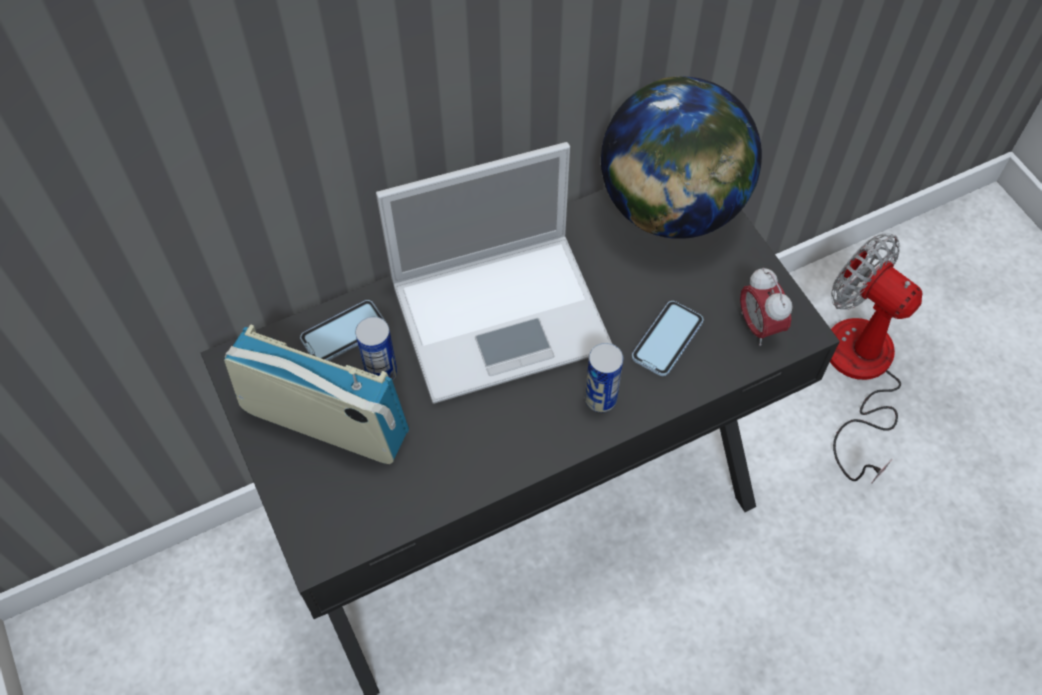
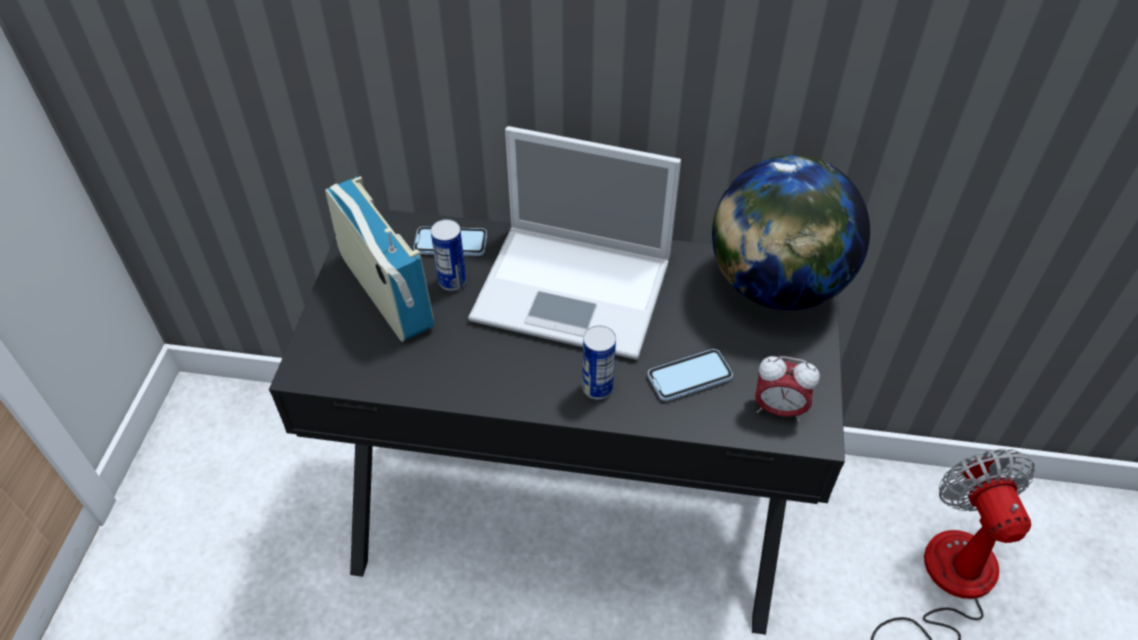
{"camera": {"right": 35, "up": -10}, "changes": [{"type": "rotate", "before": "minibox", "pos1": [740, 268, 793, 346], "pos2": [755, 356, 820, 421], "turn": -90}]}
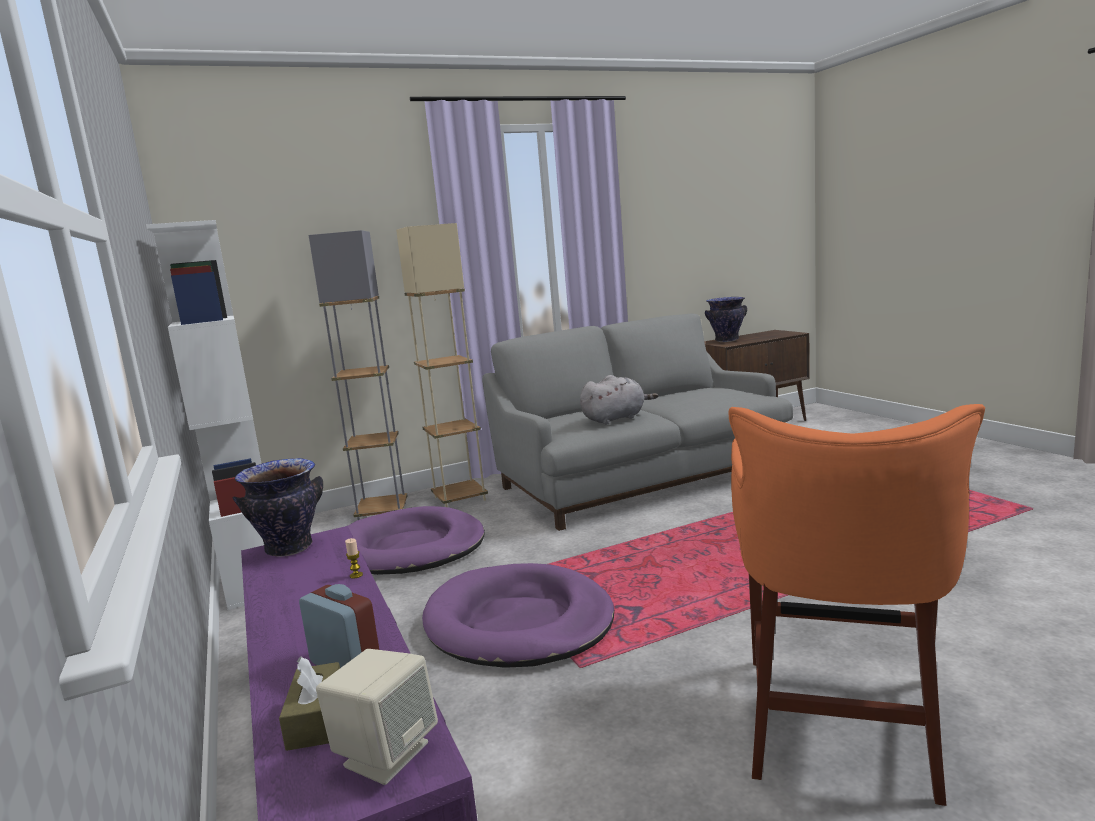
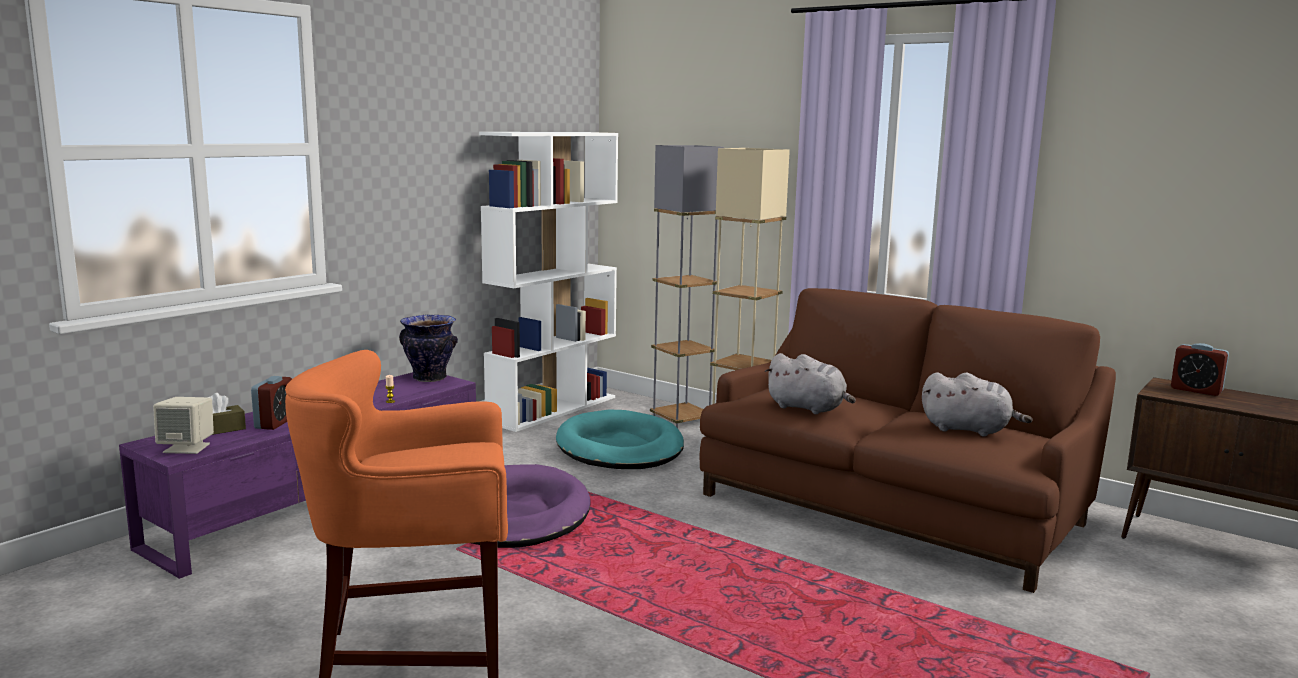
{"camera": {"right": 60, "up": 0}, "changes": [{"type": "insert", "after": "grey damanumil", "pos2": [922, 372, 1032, 437]}, {"type": "replace", "before": "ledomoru", "after": "minibox", "pos1": [705, 297, 747, 342], "pos2": [1171, 343, 1229, 396]}, {"type": "recolor", "before": "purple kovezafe", "after": "turquoise kovezafe", "pos1": [348, 506, 485, 575], "pos2": [556, 410, 684, 469]}, {"type": "recolor", "before": "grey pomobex", "after": "brown pomobex", "pos1": [482, 314, 793, 531], "pos2": [700, 288, 1116, 593]}]}
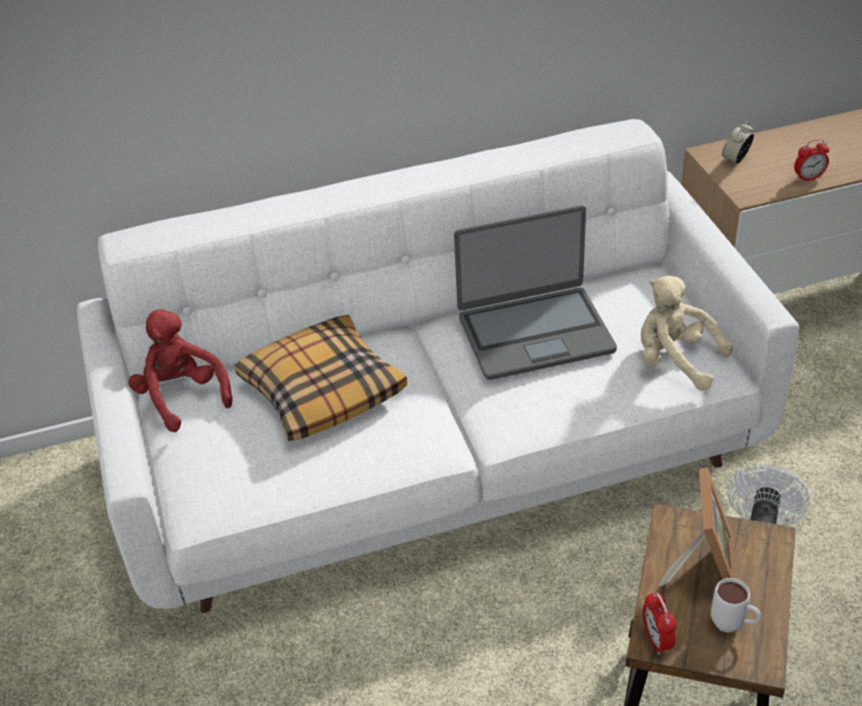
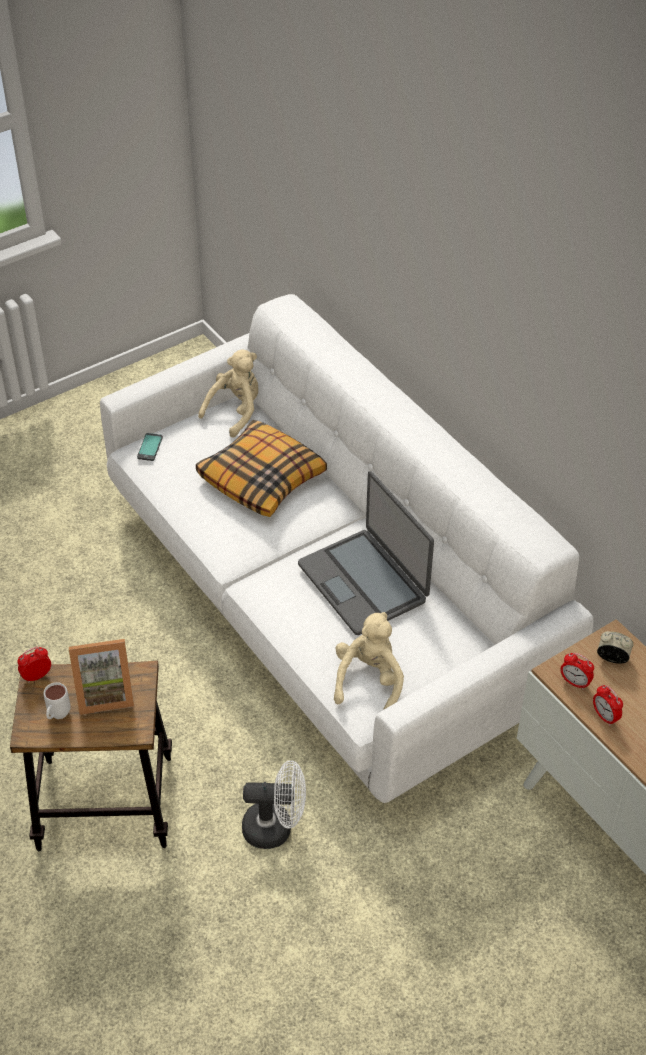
{"camera": {"right": 70, "up": 5}, "changes": [{"type": "insert", "after": "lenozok", "pos2": [137, 433, 163, 461]}, {"type": "insert", "after": "minibox", "pos2": [560, 653, 594, 690]}, {"type": "recolor", "before": "red damanumil", "after": "beige damanumil", "pos1": [129, 310, 232, 432], "pos2": [198, 349, 258, 438]}]}
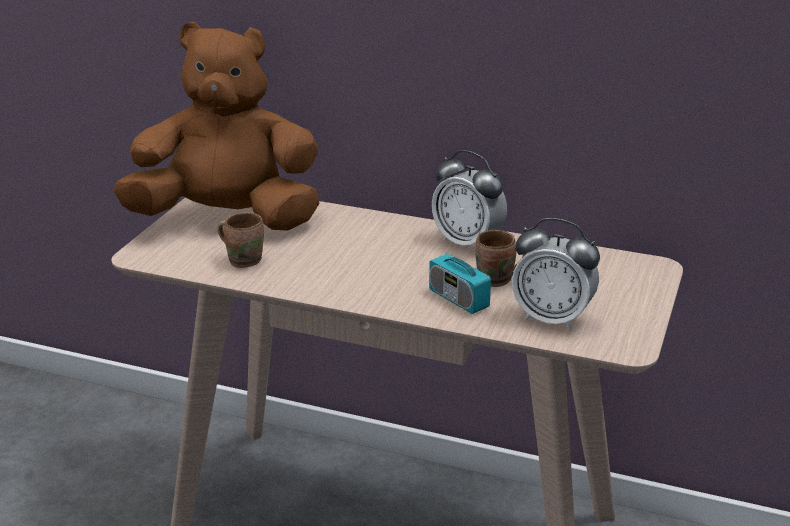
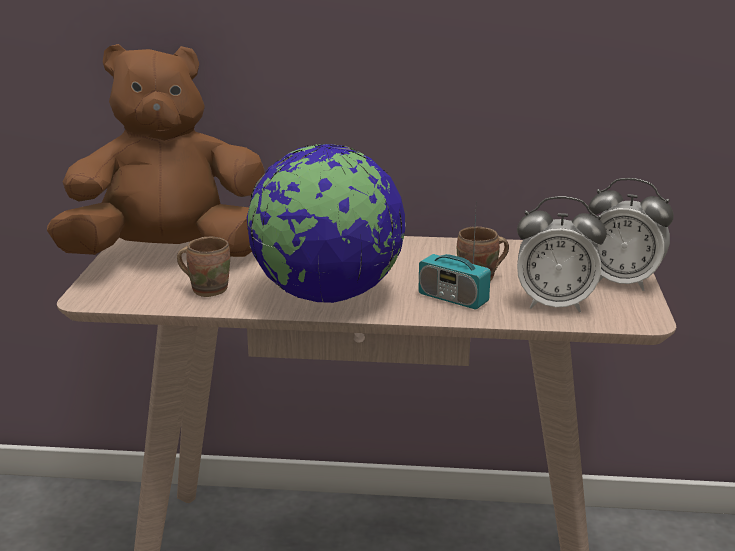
{"camera": {"right": -15, "up": -5}, "changes": [{"type": "insert", "after": "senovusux", "pos2": [246, 144, 405, 303]}, {"type": "move", "before": "minibox", "pos1": [432, 150, 507, 249], "pos2": [589, 178, 674, 291]}]}
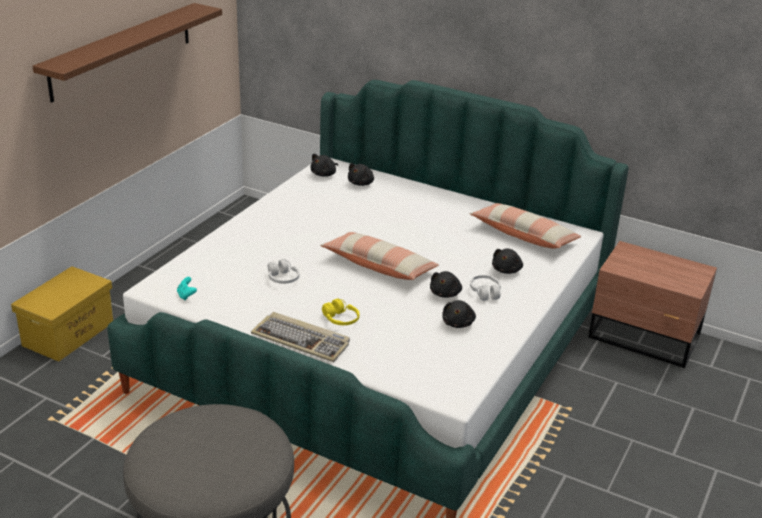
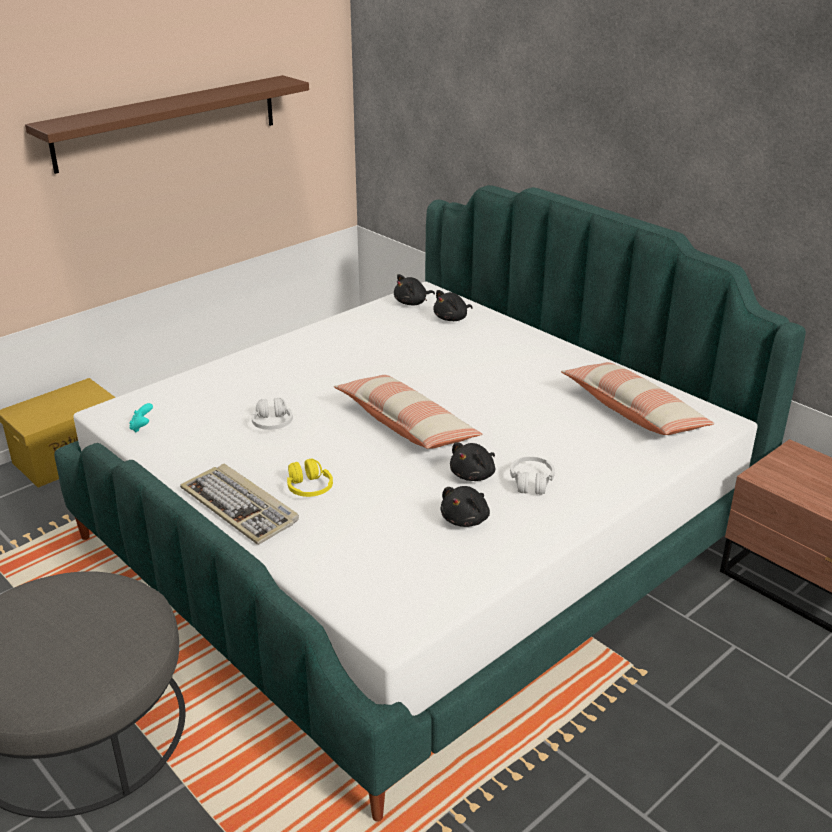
{"camera": {"right": 20, "up": 0}, "changes": [{"type": "delete", "before": "black damanumil", "pos1": [492, 249, 523, 274]}]}
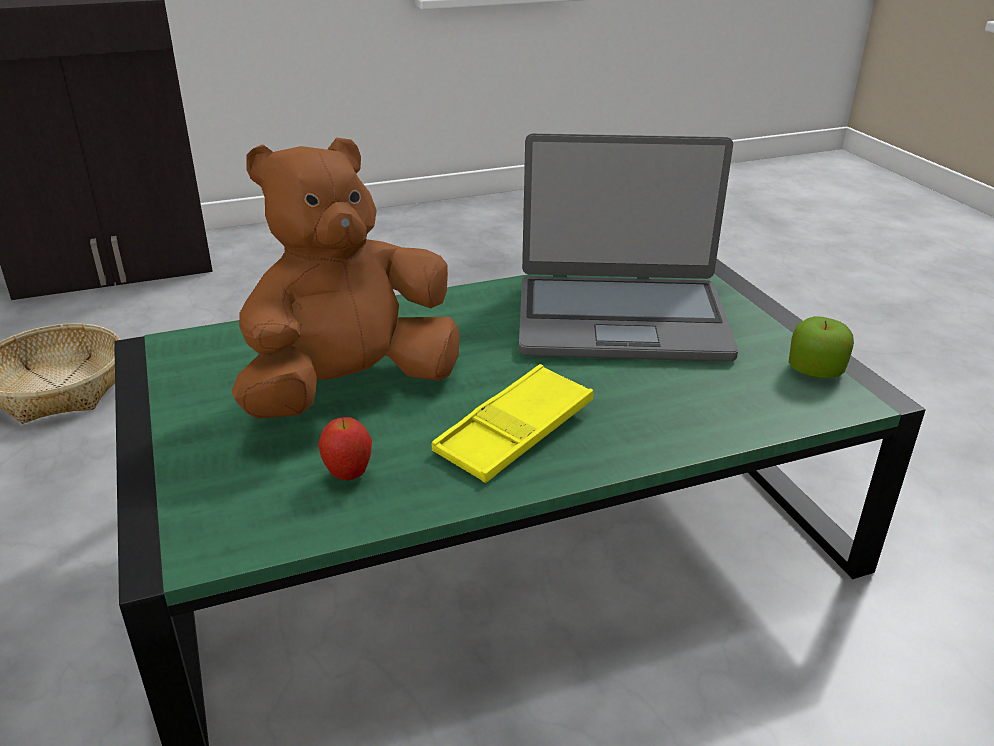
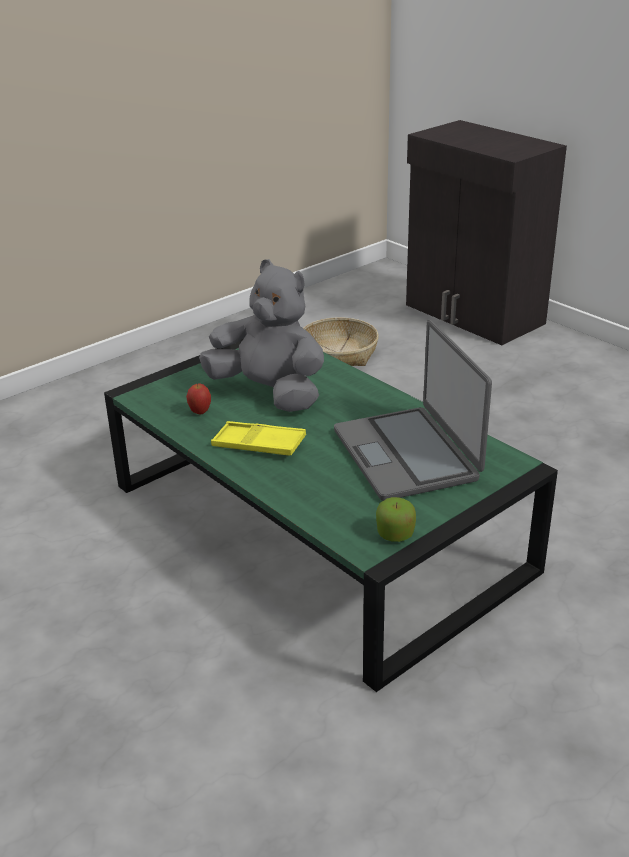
{"camera": {"right": 70, "up": 0}, "changes": [{"type": "recolor", "before": "brown damanumil", "after": "grey damanumil", "pos1": [231, 138, 460, 419], "pos2": [199, 259, 324, 412]}]}
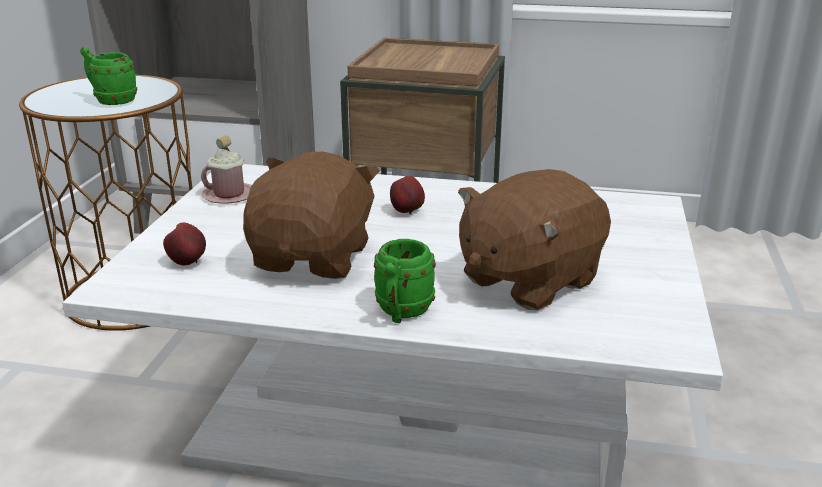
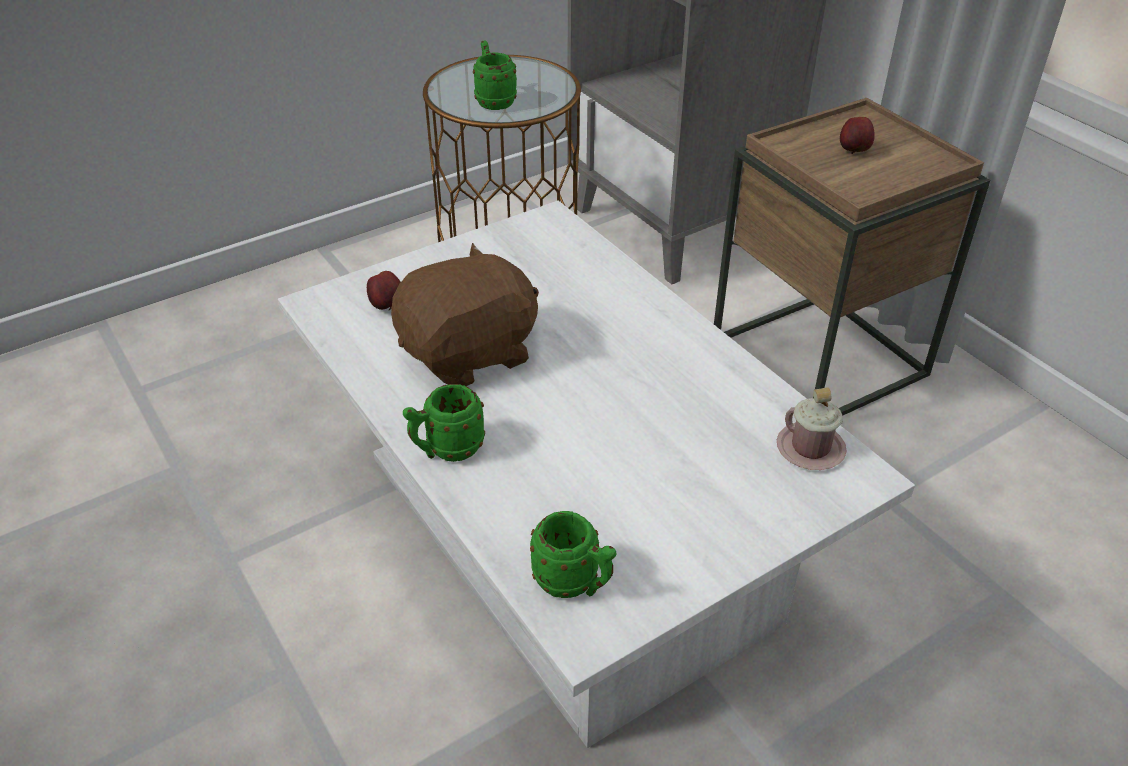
{"camera": {"right": 45, "up": 15}, "changes": [{"type": "delete", "before": "brown damanumil", "pos1": [458, 169, 611, 310]}, {"type": "insert", "after": "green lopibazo", "pos2": [530, 511, 616, 598]}, {"type": "move", "before": "pink lopibazo", "pos1": [201, 135, 252, 204], "pos2": [777, 387, 847, 470]}, {"type": "move", "before": "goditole", "pos1": [390, 176, 425, 214], "pos2": [840, 117, 875, 154]}]}
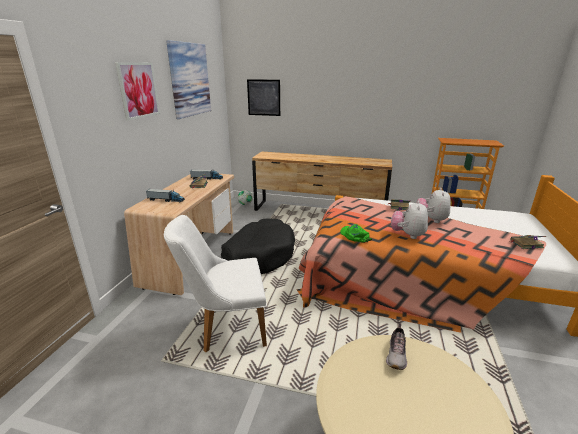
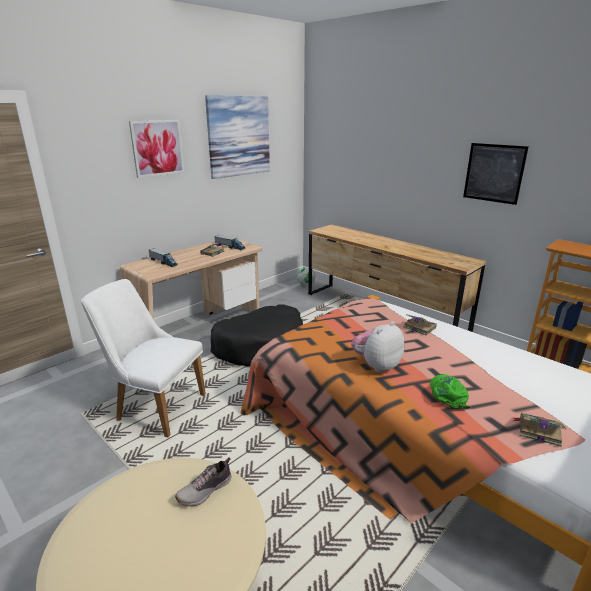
{"camera": {"right": 30, "up": 0}, "changes": [{"type": "delete", "before": "damanumil", "pos1": [416, 188, 451, 223]}, {"type": "move", "before": "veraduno", "pos1": [247, 79, 280, 116], "pos2": [463, 143, 529, 205]}, {"type": "move", "before": "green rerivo", "pos1": [340, 224, 372, 243], "pos2": [430, 374, 470, 410]}]}
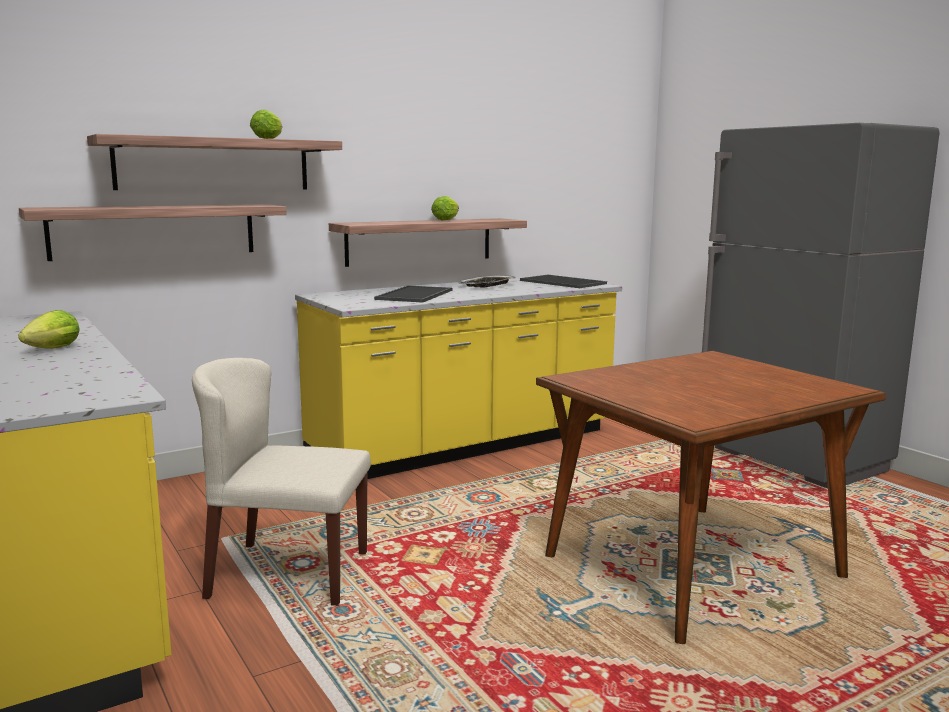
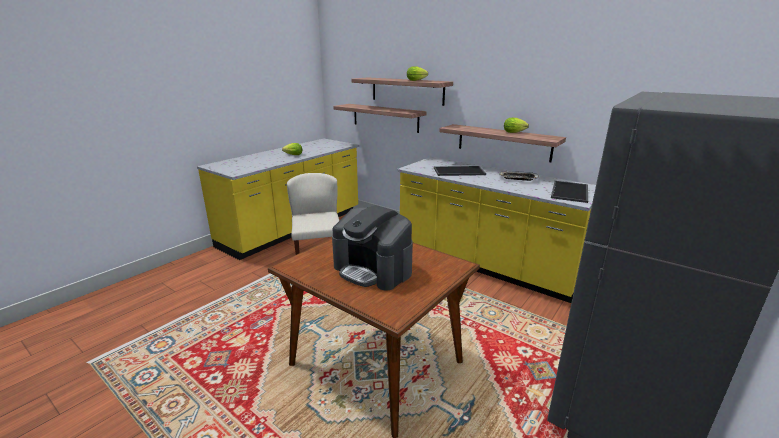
{"camera": {"right": 70, "up": 10}, "changes": [{"type": "insert", "after": "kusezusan", "pos2": [332, 205, 413, 291]}]}
